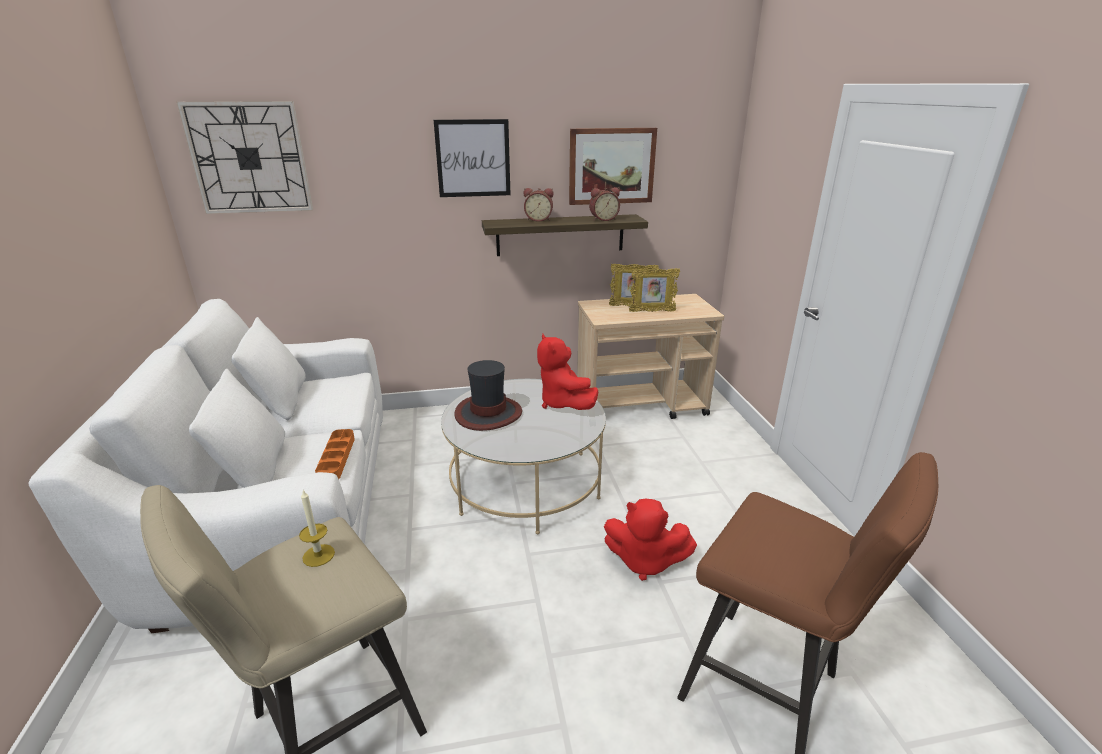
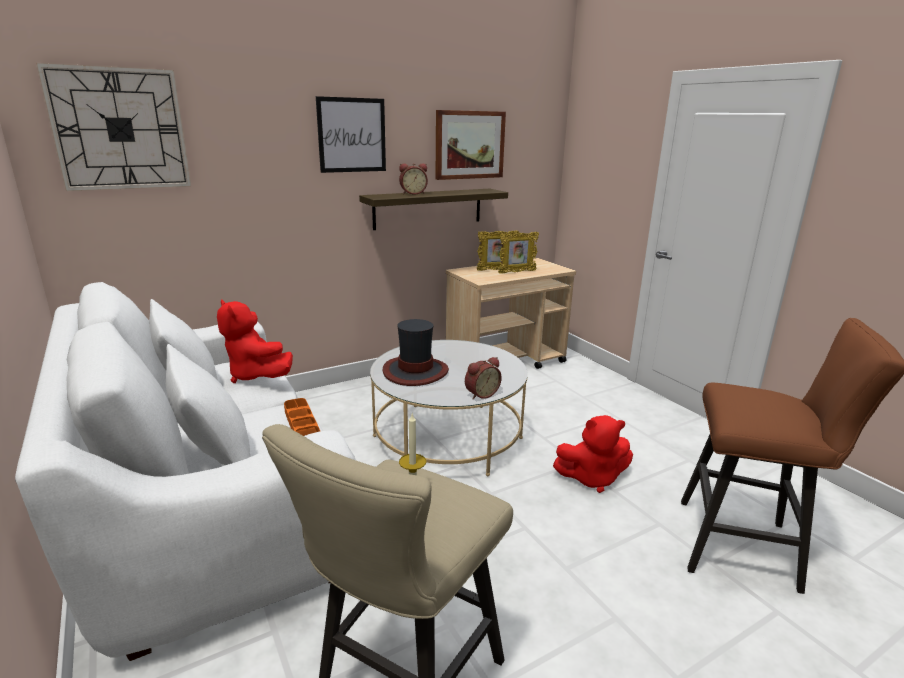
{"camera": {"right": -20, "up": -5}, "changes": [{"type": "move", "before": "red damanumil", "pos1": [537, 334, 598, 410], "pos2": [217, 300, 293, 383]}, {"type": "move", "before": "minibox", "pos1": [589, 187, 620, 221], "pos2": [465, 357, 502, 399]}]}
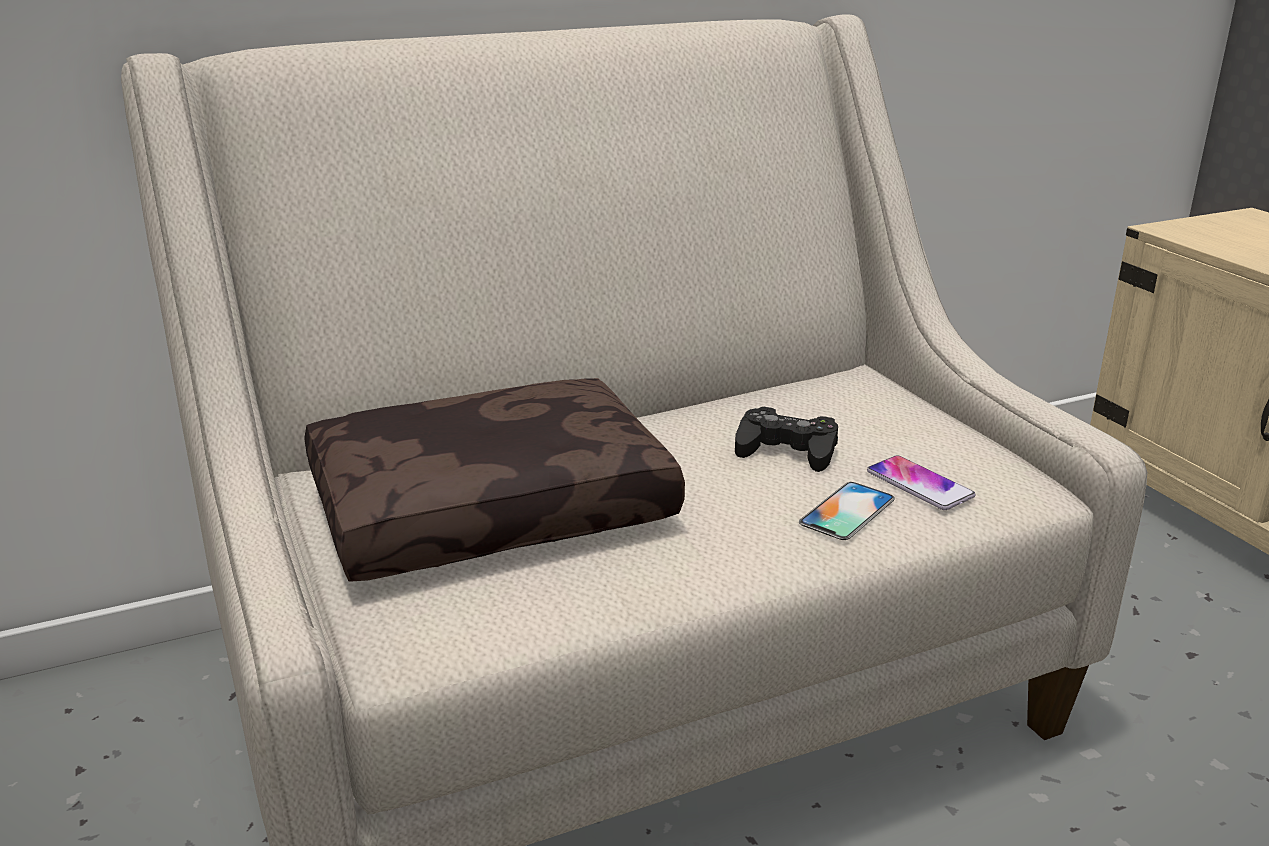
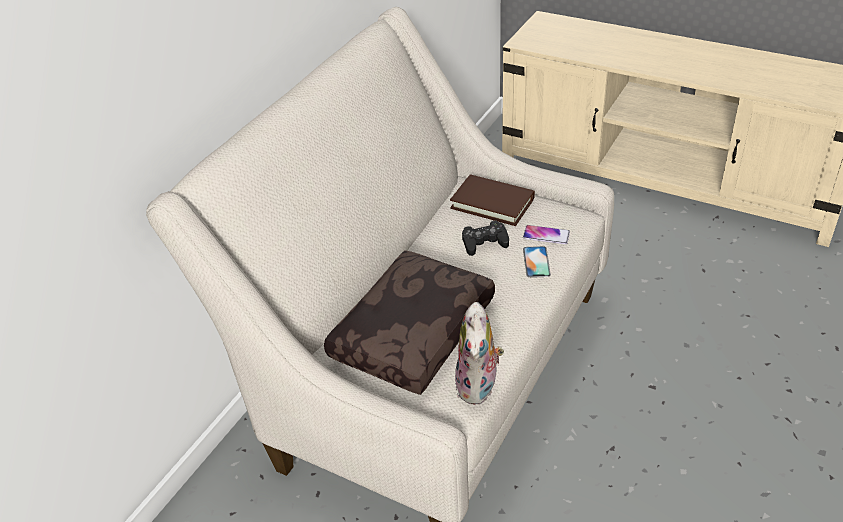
{"camera": {"right": -35, "up": 15}, "changes": [{"type": "insert", "after": "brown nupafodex", "pos2": [450, 175, 535, 226]}, {"type": "insert", "after": "damanumil", "pos2": [455, 302, 504, 404]}]}
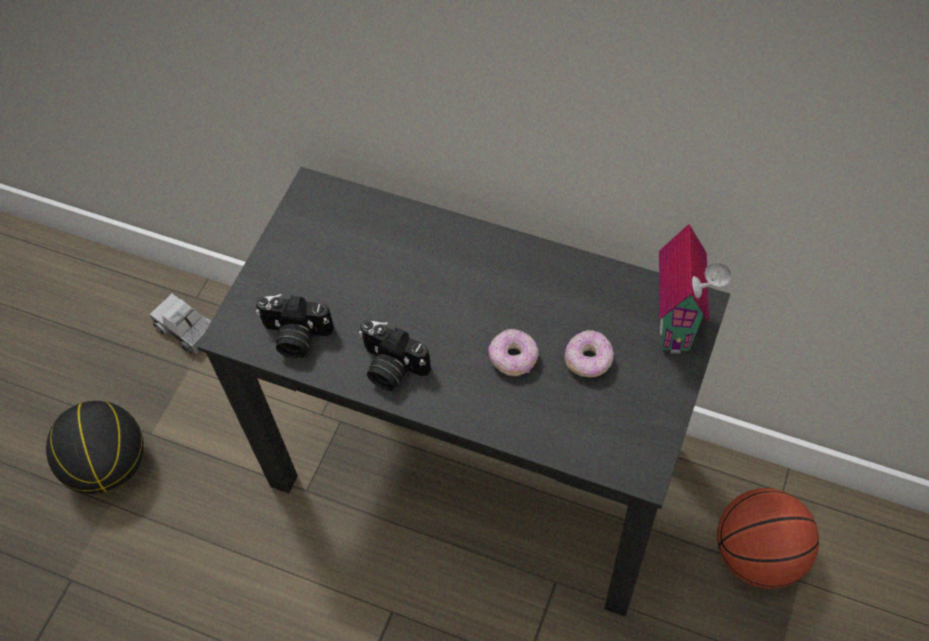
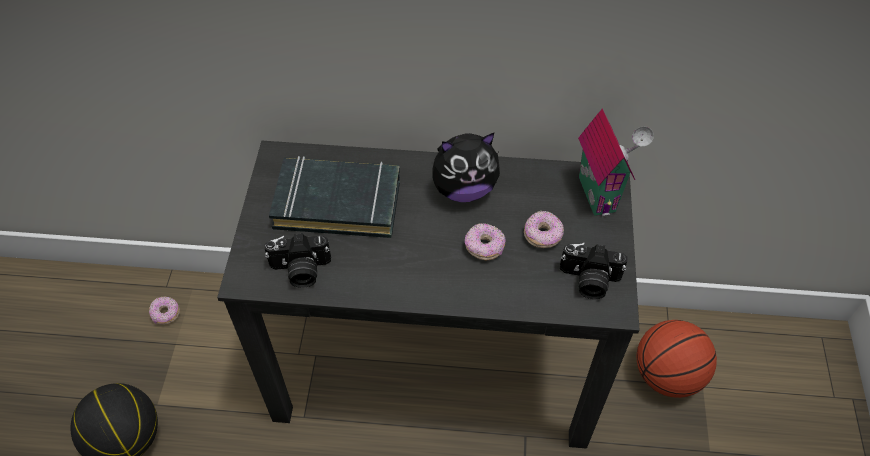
{"camera": {"right": -20, "up": -5}, "changes": [{"type": "insert", "after": "black nupafodex", "pos2": [269, 156, 400, 238]}, {"type": "insert", "after": "damanumil", "pos2": [432, 133, 500, 202]}, {"type": "move", "before": "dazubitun", "pos1": [359, 320, 431, 391], "pos2": [560, 243, 628, 299]}, {"type": "replace", "before": "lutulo", "after": "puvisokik", "pos1": [150, 294, 211, 354], "pos2": [149, 297, 180, 325]}]}
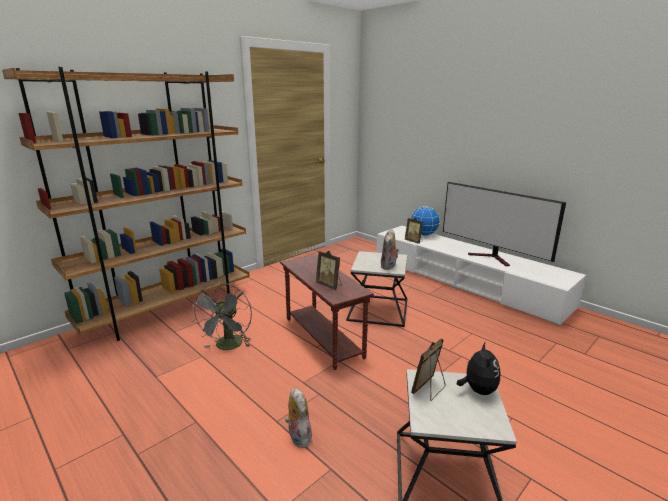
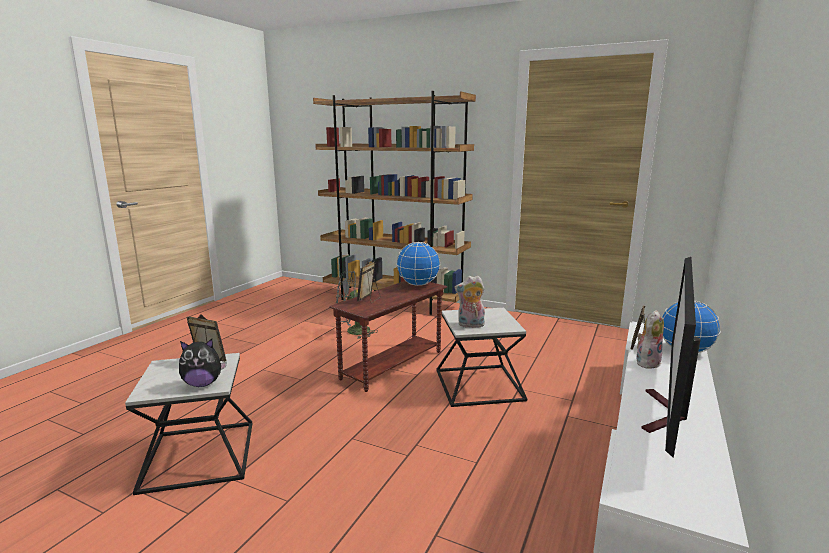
{"camera": {"right": 70, "up": -5}, "changes": [{"type": "insert", "after": "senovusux", "pos2": [396, 242, 440, 286]}, {"type": "move", "before": "damanumil", "pos1": [285, 388, 312, 448], "pos2": [637, 310, 664, 369]}]}
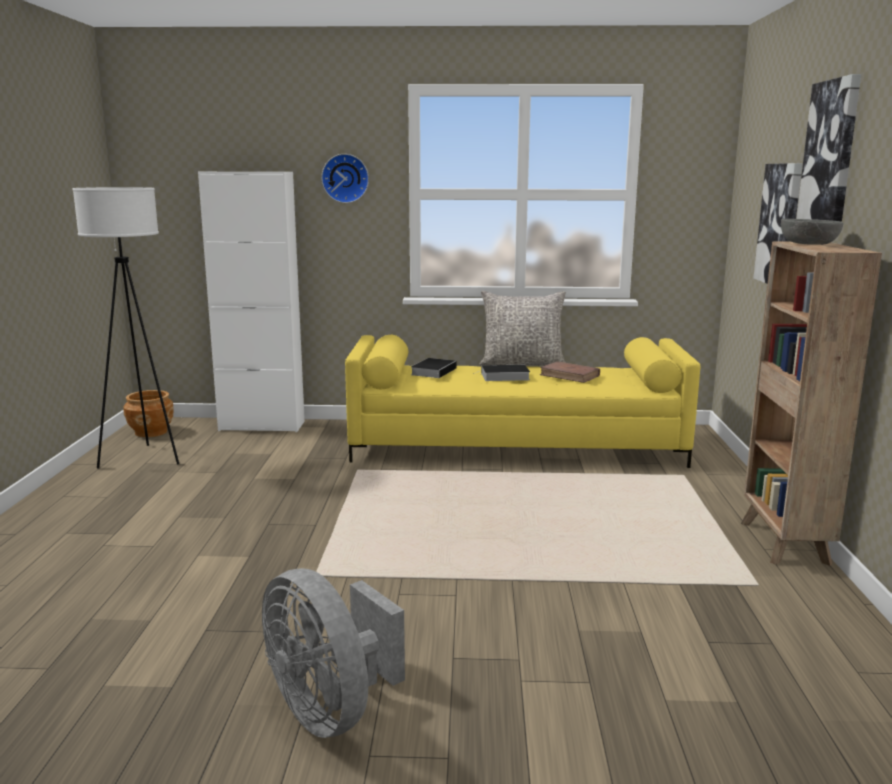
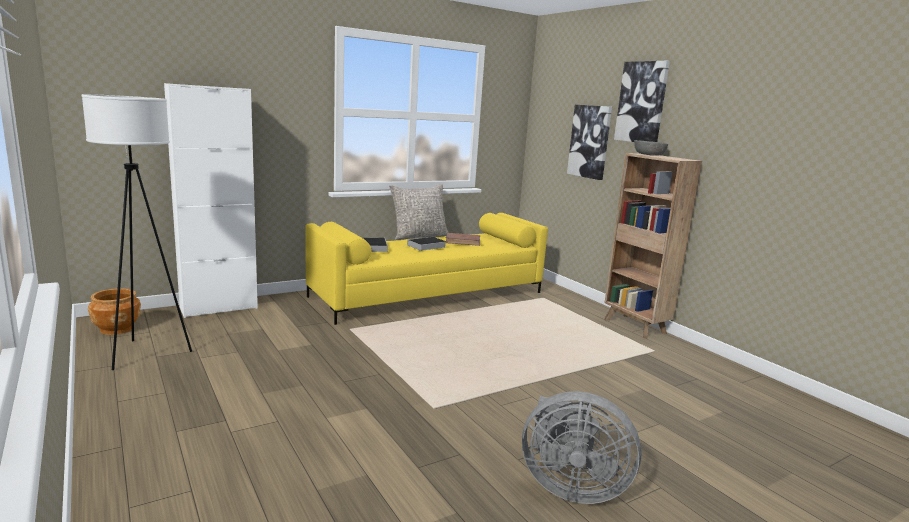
{"camera": {"right": -35, "up": 0}, "changes": [{"type": "delete", "before": "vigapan", "pos1": [321, 154, 369, 203]}]}
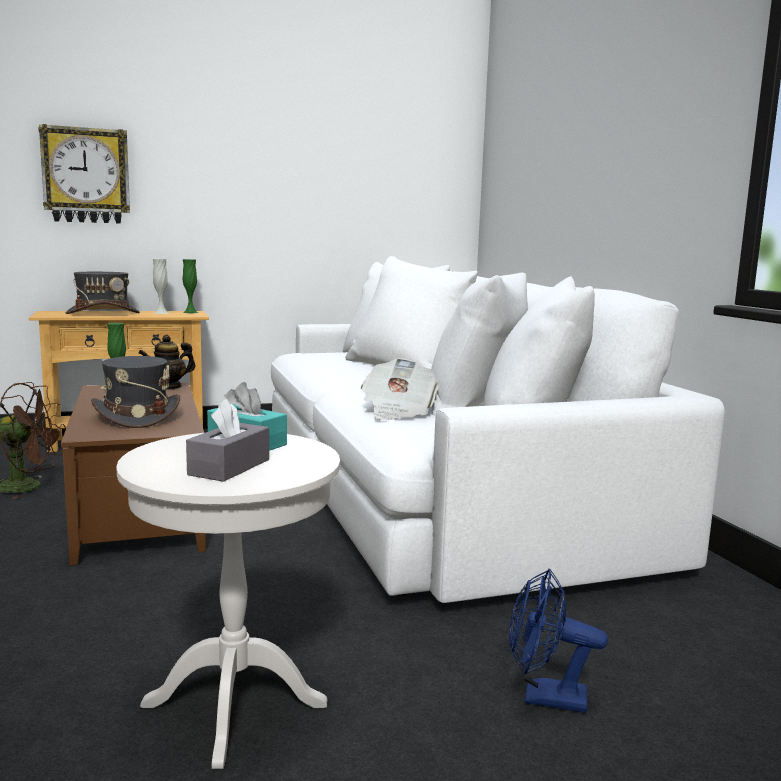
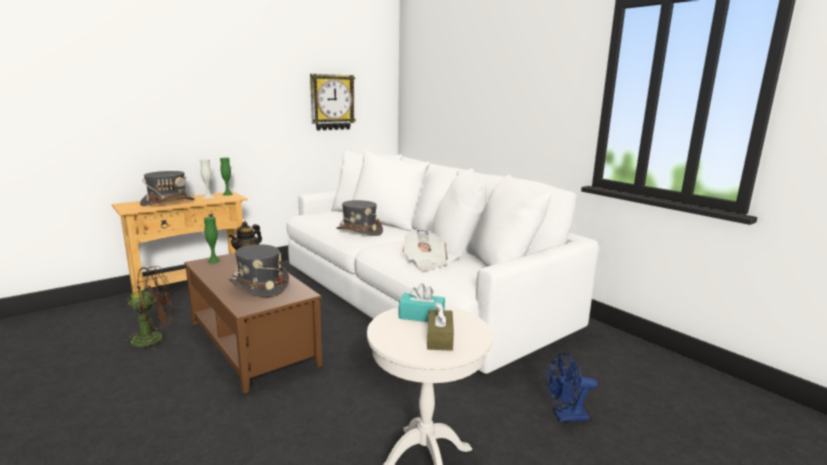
{"camera": {"right": -20, "up": 5}, "changes": [{"type": "insert", "after": "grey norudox", "pos2": [336, 200, 383, 236]}, {"type": "move", "before": "vigapan", "pos1": [39, 124, 130, 224], "pos2": [310, 74, 356, 131]}, {"type": "recolor", "before": "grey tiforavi", "after": "brown tiforavi", "pos1": [186, 399, 269, 482], "pos2": [427, 302, 454, 351]}]}
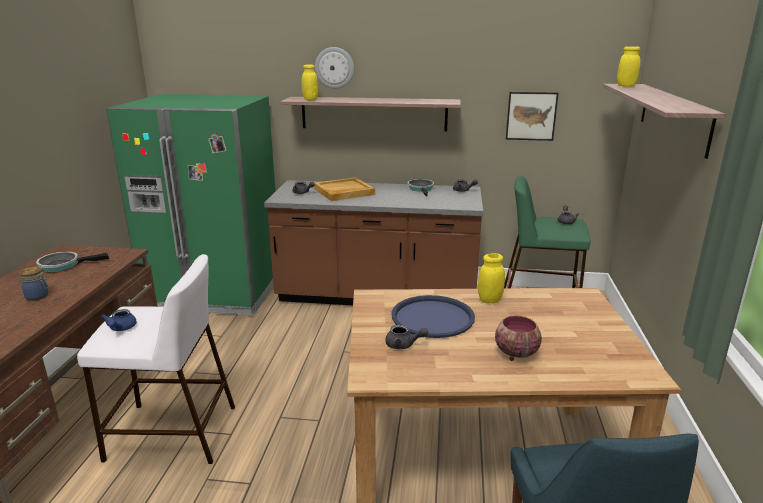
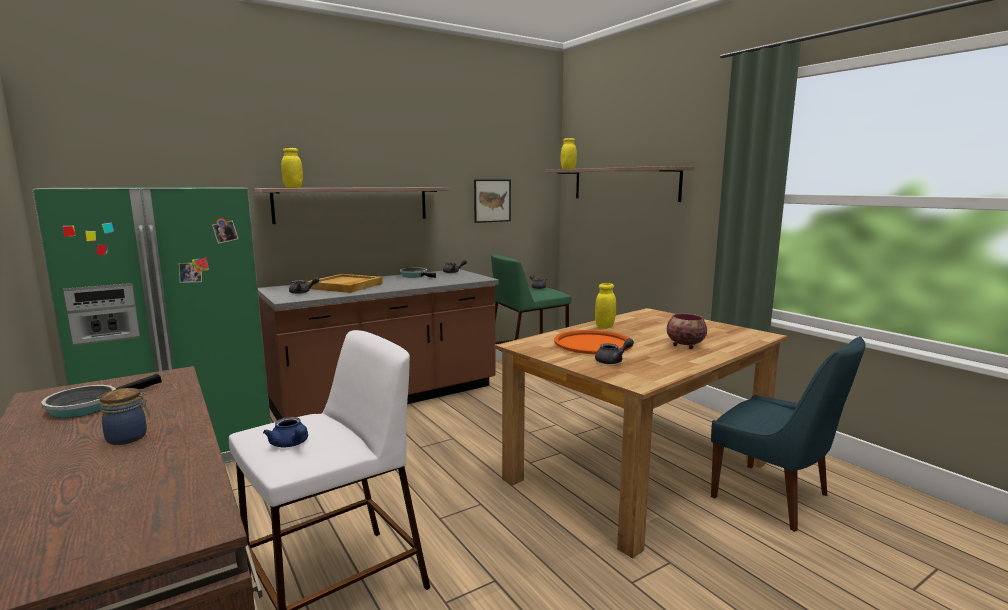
{"camera": {"right": -40, "up": -10}, "changes": [{"type": "delete", "before": "vigapan", "pos1": [315, 47, 354, 89]}, {"type": "recolor", "before": "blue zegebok", "after": "orange zegebok", "pos1": [391, 295, 475, 338], "pos2": [554, 330, 633, 354]}]}
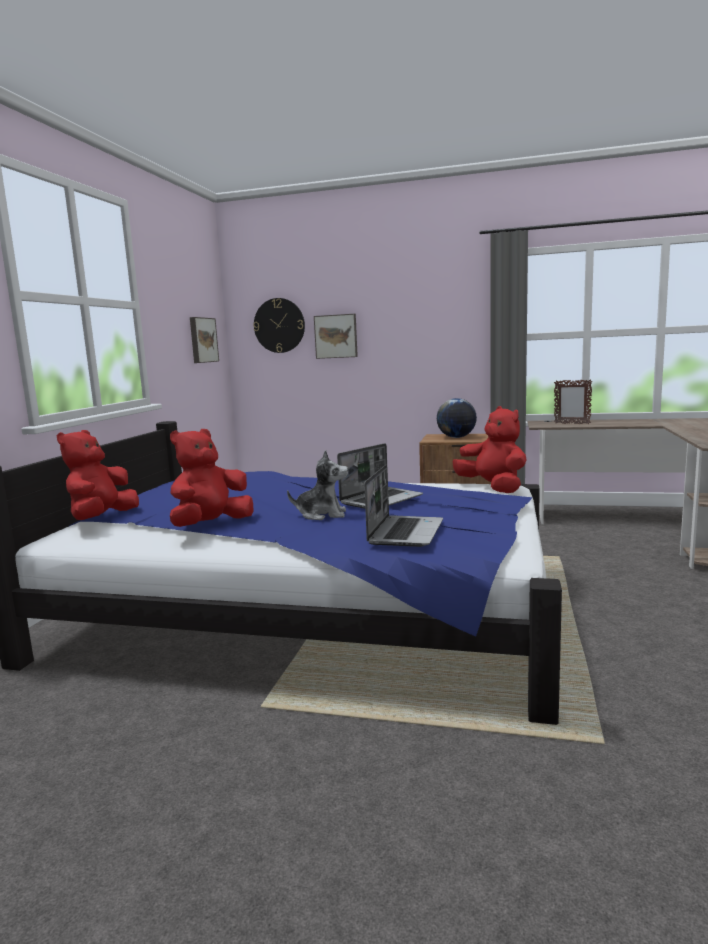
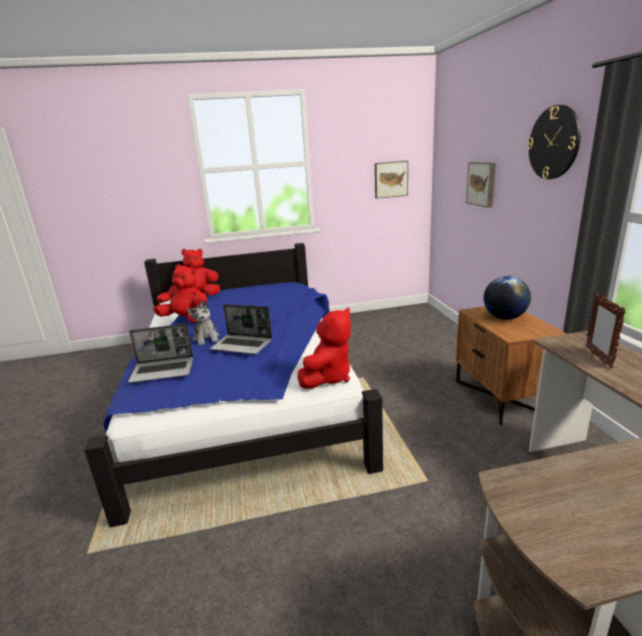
{"camera": {"right": 65, "up": 10}, "changes": [{"type": "move", "before": "vigapan", "pos1": [253, 298, 305, 353], "pos2": [527, 105, 581, 179]}]}
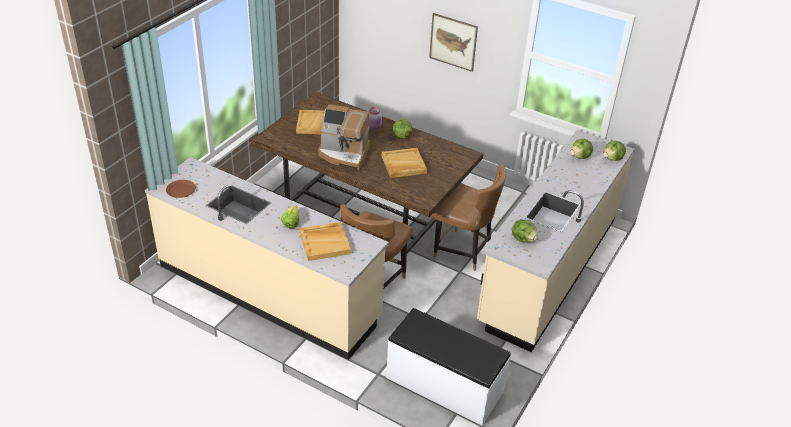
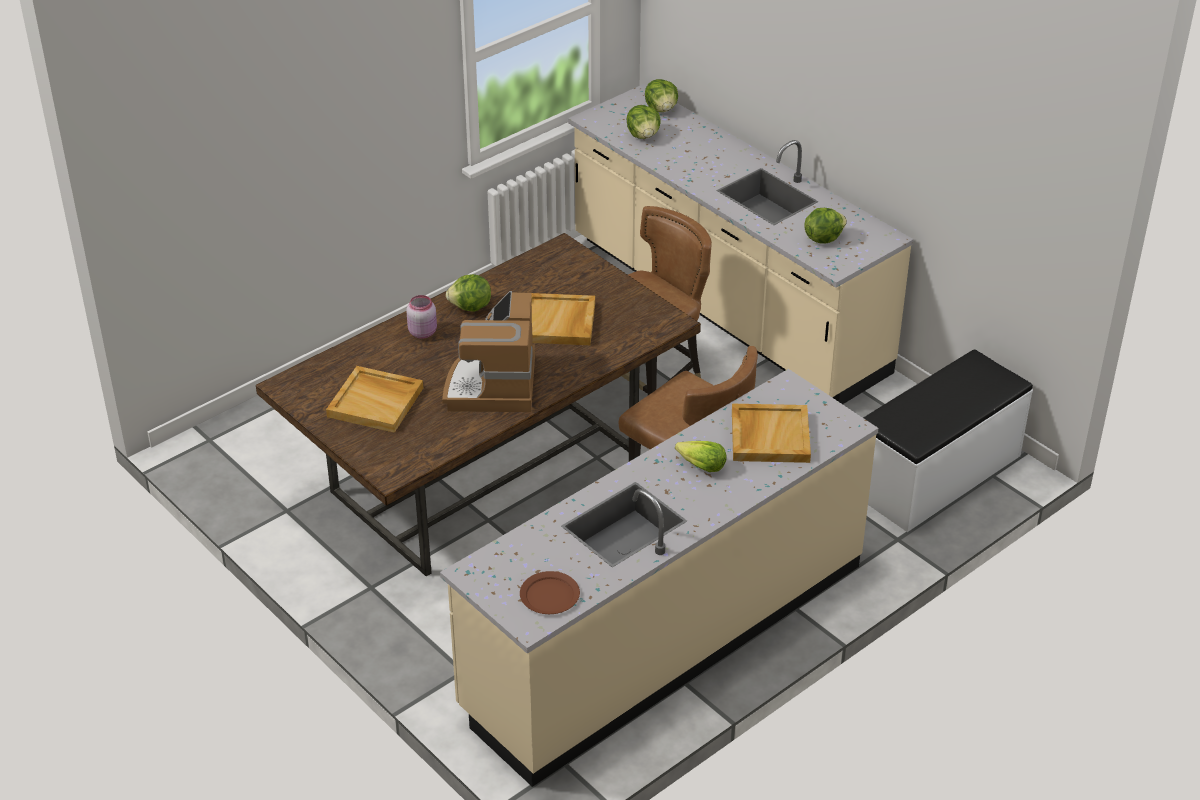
{"camera": {"right": -70, "up": 0}, "changes": [{"type": "delete", "before": "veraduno", "pos1": [429, 13, 478, 72]}, {"type": "rotate", "before": "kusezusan", "pos1": [318, 104, 370, 170], "pos2": [442, 291, 535, 412], "turn": 150}]}
